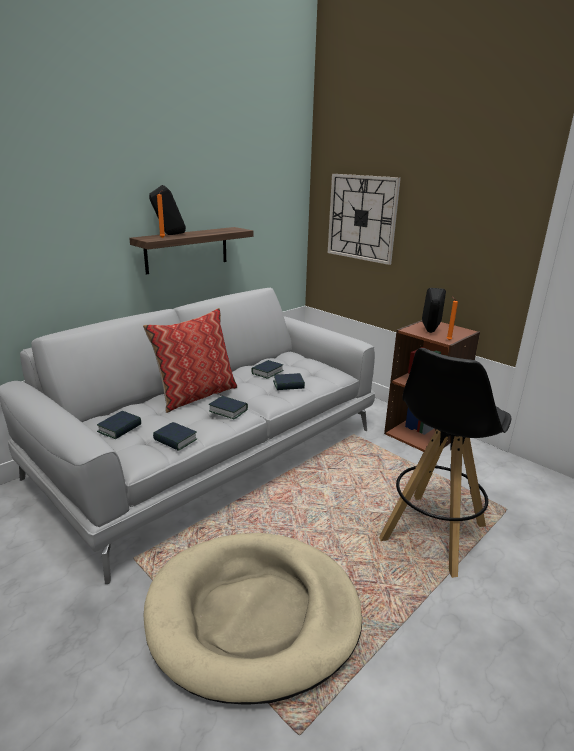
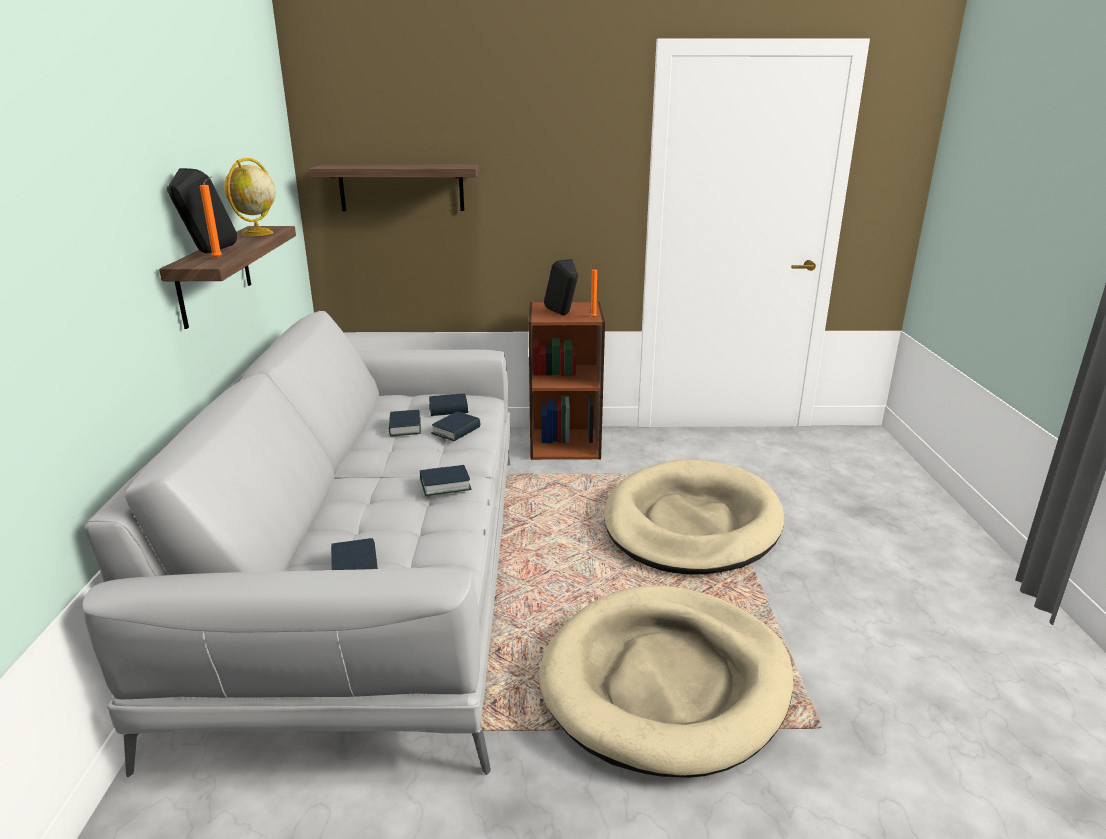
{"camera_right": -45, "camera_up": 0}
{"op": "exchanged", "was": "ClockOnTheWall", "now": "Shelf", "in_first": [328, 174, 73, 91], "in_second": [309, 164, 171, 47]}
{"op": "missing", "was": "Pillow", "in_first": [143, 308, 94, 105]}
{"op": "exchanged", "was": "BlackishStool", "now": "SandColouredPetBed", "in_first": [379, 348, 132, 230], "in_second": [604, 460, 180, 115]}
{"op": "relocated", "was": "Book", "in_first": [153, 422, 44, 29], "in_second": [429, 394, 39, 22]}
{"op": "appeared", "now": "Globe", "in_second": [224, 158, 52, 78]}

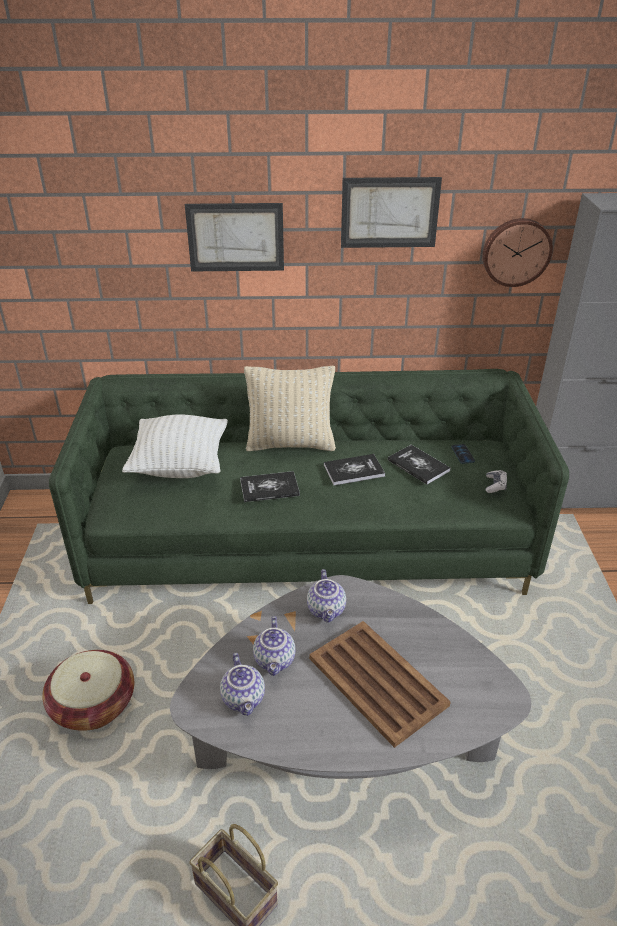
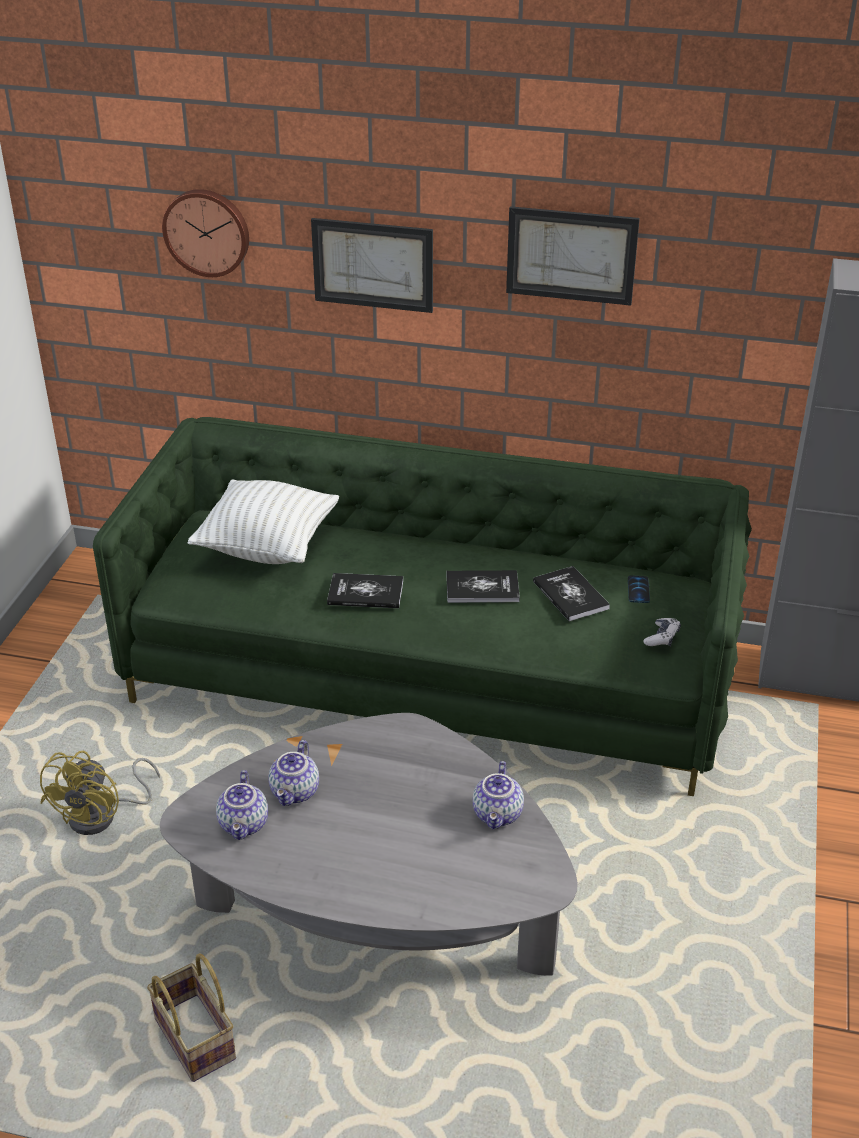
{"camera_right": 15, "camera_up": 0}
{"op": "relocated", "was": "ClockOnTheWall", "in_first": [483, 218, 70, 69], "in_second": [162, 189, 87, 88]}
{"op": "missing", "was": "SandColouredPillow", "in_first": [244, 366, 92, 85]}
{"op": "relocated", "was": "PotForTea", "in_first": [307, 569, 39, 54], "in_second": [472, 761, 52, 68]}
{"op": "missing", "was": "BrownCarryingTray", "in_first": [309, 621, 142, 127]}
{"op": "exchanged", "was": "Basket", "now": "YellowishCoolingFan", "in_first": [42, 650, 92, 81], "in_second": [40, 751, 120, 84]}

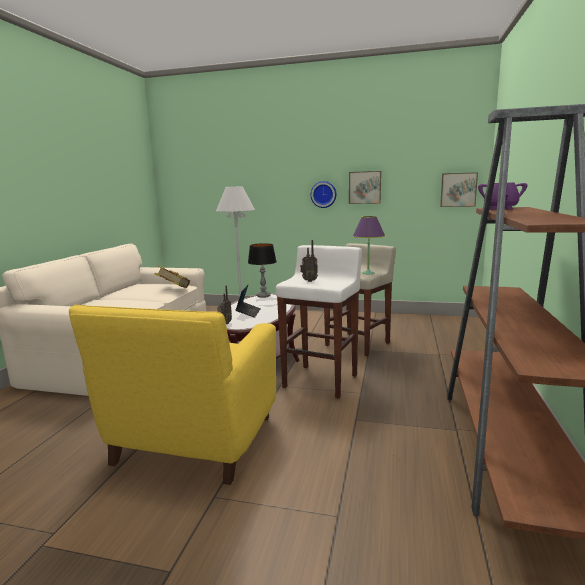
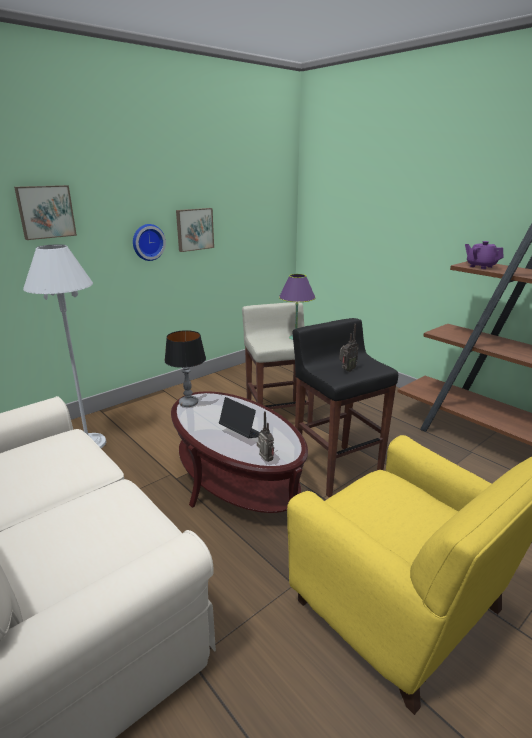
{"camera_right": -55, "camera_up": 10}
{"op": "relocated", "was": "Picture", "in_first": [440, 172, 38, 35], "in_second": [14, 185, 63, 55]}
{"op": "colour", "was": "WhiteStool", "now": "BlackishStool", "in_first": [276, 245, 86, 153], "in_second": [292, 318, 106, 179]}
{"op": "missing", "was": "Book", "in_first": [155, 266, 35, 22]}

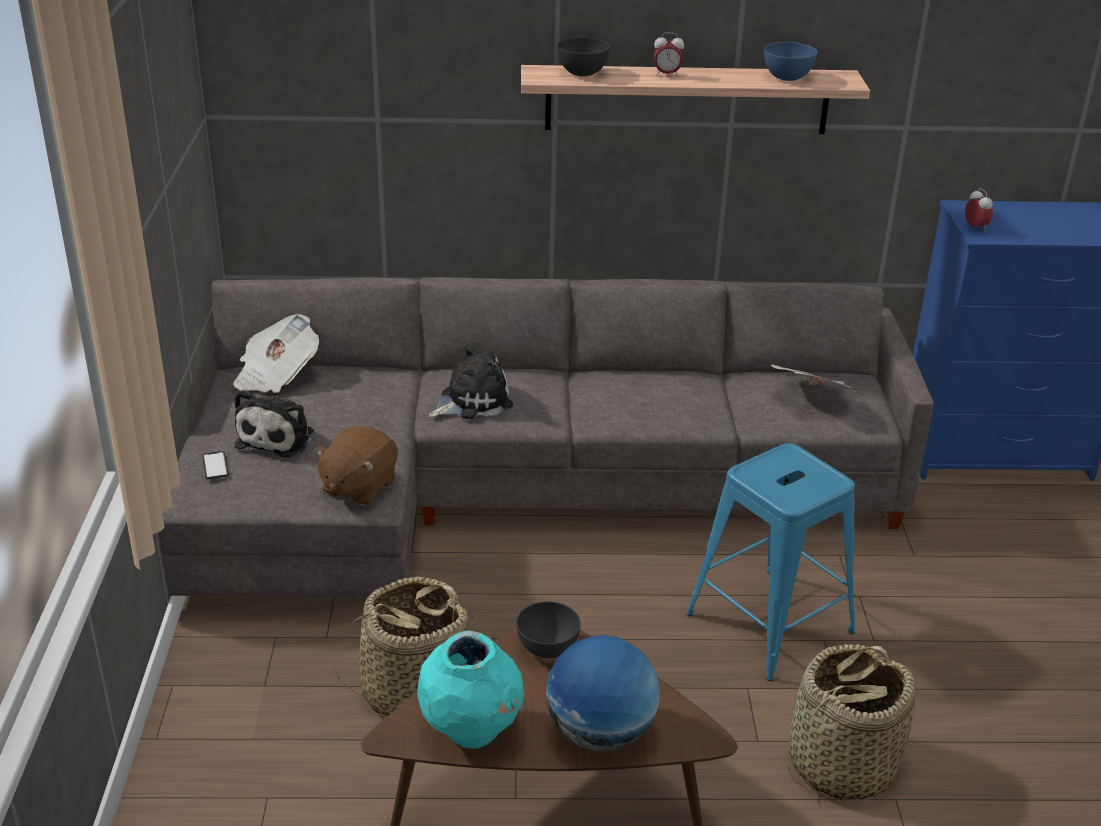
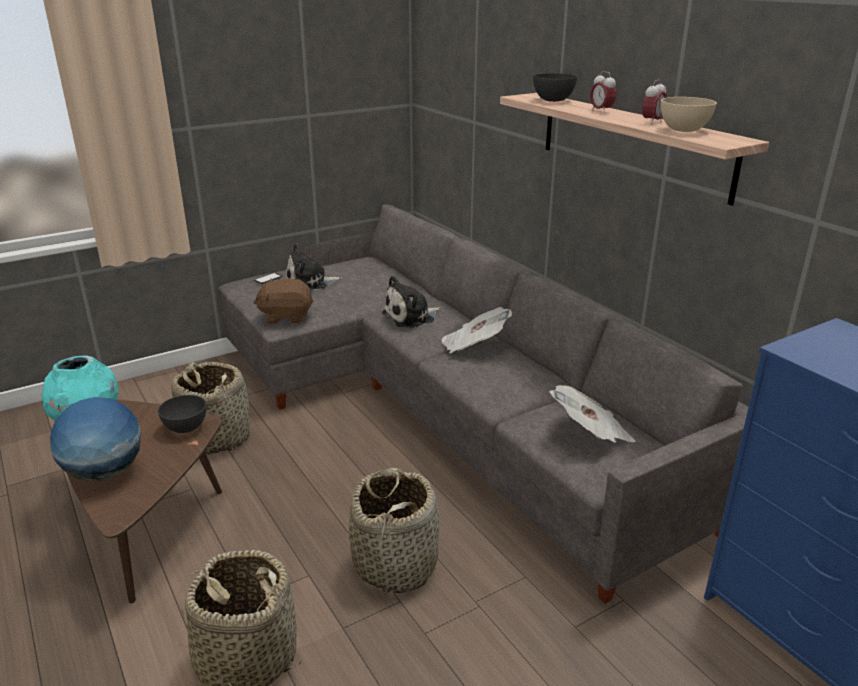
{"camera_right": 60, "camera_up": -5}
{"op": "colour", "was": "BlueBowl", "now": "SandColouredBowl", "in_first": [764, 42, 54, 39], "in_second": [661, 97, 56, 35]}
{"op": "relocated", "was": "TableClock", "in_first": [965, 188, 28, 44], "in_second": [642, 79, 25, 45]}
{"op": "relocated", "was": "Newspaper", "in_first": [233, 314, 86, 79], "in_second": [441, 307, 71, 46]}
{"op": "spun", "was": "CuddlyToy", "in_first": [429, 344, 84, 75], "in_second": [382, 276, 59, 52], "clockwise": 120}
{"op": "exchanged", "was": "BlueStool", "now": "Basket", "in_first": [686, 443, 169, 238], "in_second": [349, 468, 91, 126]}

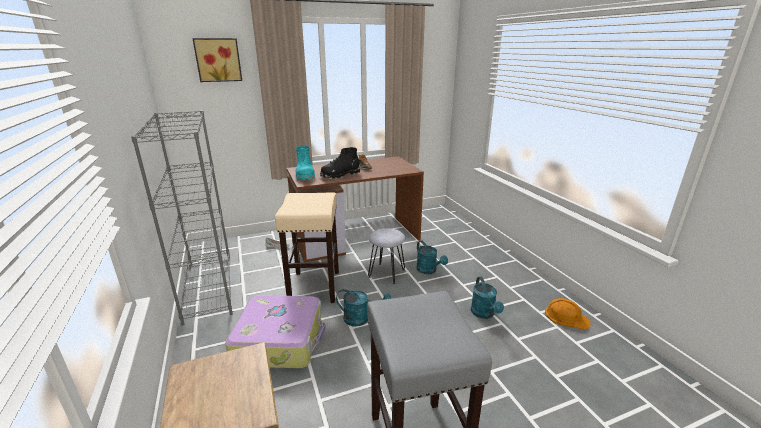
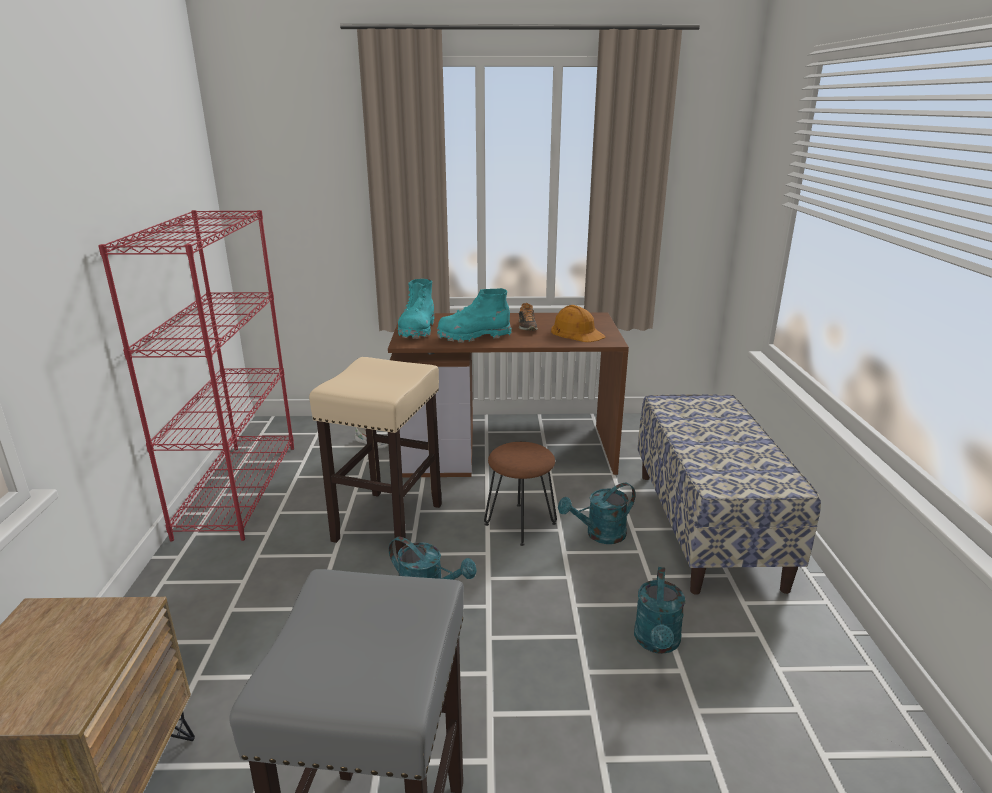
{"camera_right": 20, "camera_up": 0}
{"op": "missing", "was": "Picture", "in_first": [192, 38, 50, 44]}
{"op": "colour", "was": "GreyishBookcase", "now": "ReddishBookcase", "in_first": [131, 111, 102, 215], "in_second": [98, 210, 196, 332]}
{"op": "colour", "was": "BlackishBoot", "now": "TurquoiseBoot", "in_first": [320, 147, 40, 32], "in_second": [437, 288, 75, 54]}
{"op": "colour", "was": "GreyishStool", "now": "BrownStool", "in_first": [368, 228, 37, 56], "in_second": [484, 442, 73, 104]}
{"op": "spun", "was": "TurquoiseWateringCan", "in_first": [417, 241, 31, 33], "in_second": [558, 483, 77, 61], "clockwise": 75}
{"op": "missing", "was": "PieceOfLuggage", "in_first": [225, 295, 101, 73]}
{"op": "relocated", "was": "OrangeySafetyHelmet", "in_first": [545, 298, 46, 32], "in_second": [551, 305, 54, 37]}
{"op": "appeared", "now": "LongSeat", "in_second": [638, 394, 183, 201]}

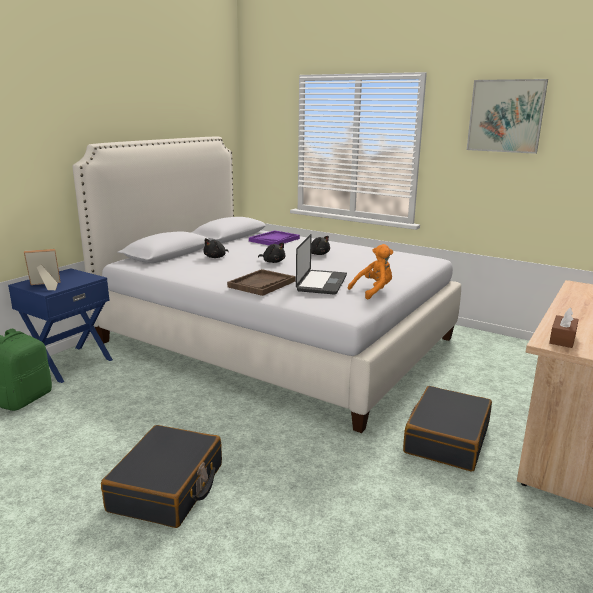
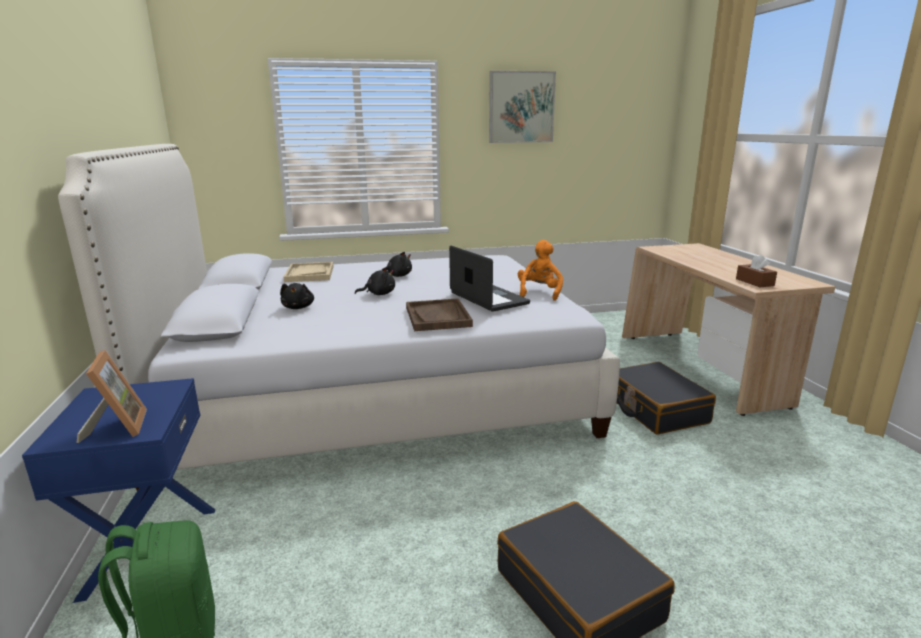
{"camera_right": -45, "camera_up": 0}
{"op": "colour", "was": "PurpleColouredCarryingTray", "now": "SandColouredCarryingTray", "in_first": [249, 231, 51, 14], "in_second": [284, 262, 50, 20]}
{"op": "spun", "was": "PhotoFrame", "in_first": [24, 249, 37, 41], "in_second": [77, 350, 70, 93], "clockwise": 135}

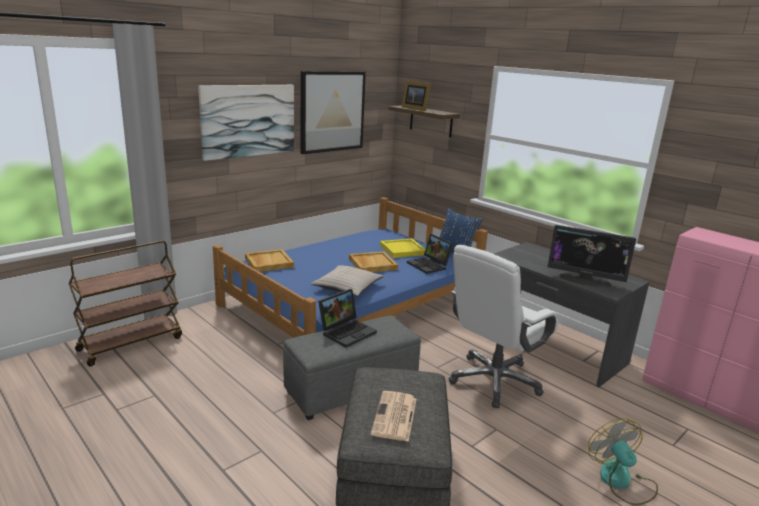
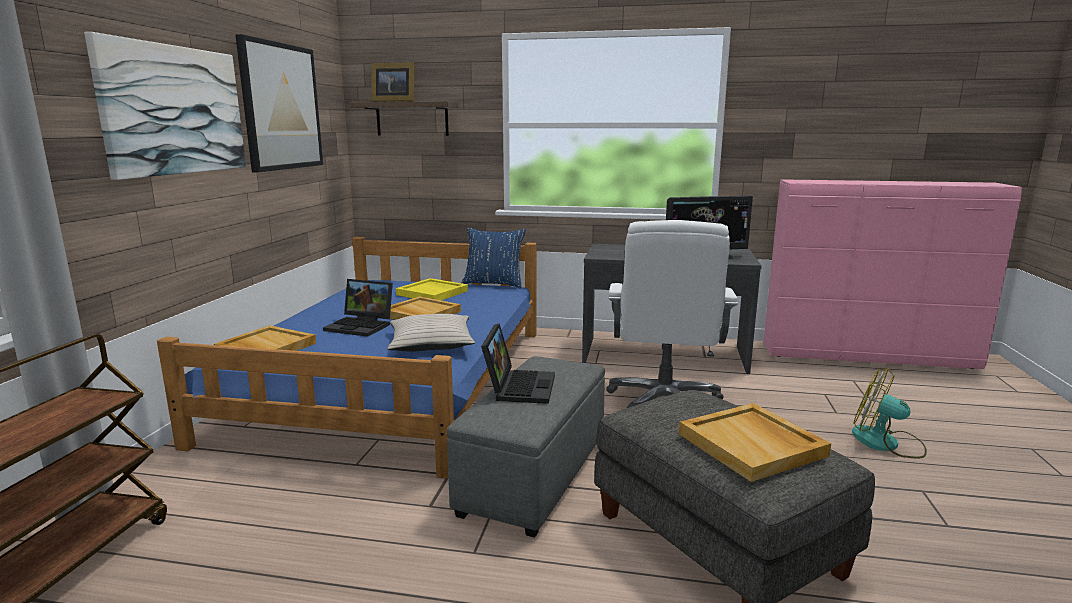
{"camera_right": -35, "camera_up": -5}
{"op": "relocated", "was": "Laptop", "in_first": [407, 234, 46, 40], "in_second": [323, 279, 70, 58]}
{"op": "exchanged", "was": "Newspaper", "now": "SandColouredCarryingTray", "in_first": [371, 391, 45, 51], "in_second": [679, 403, 152, 79]}

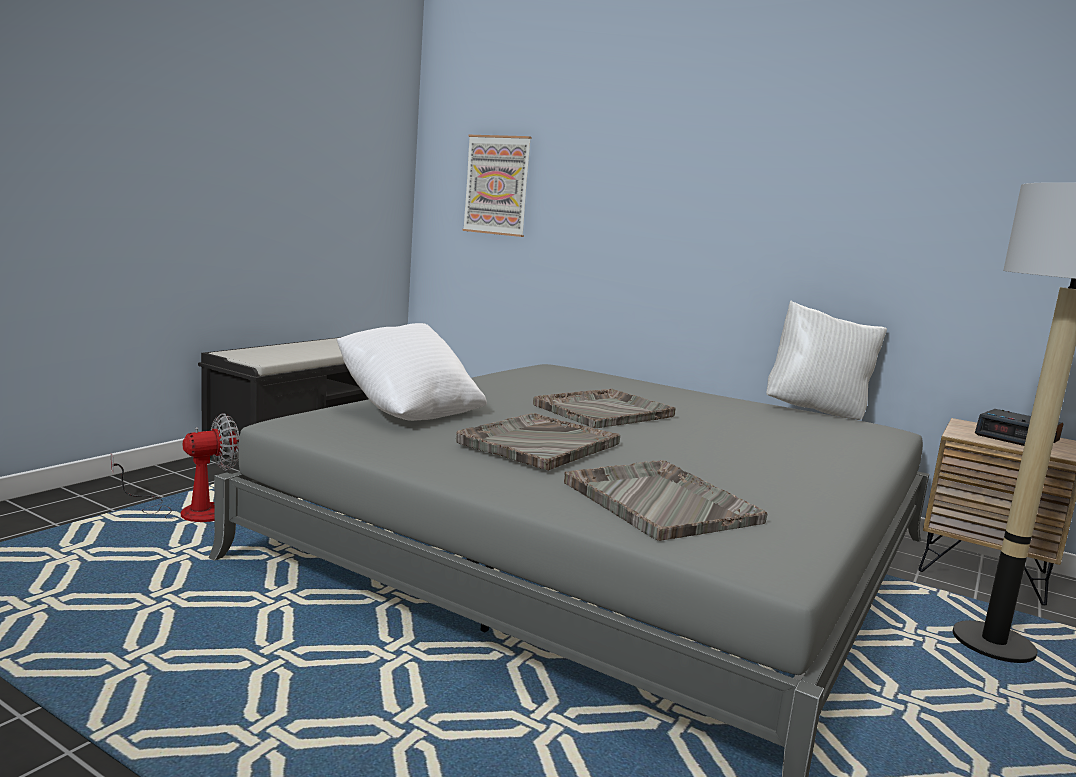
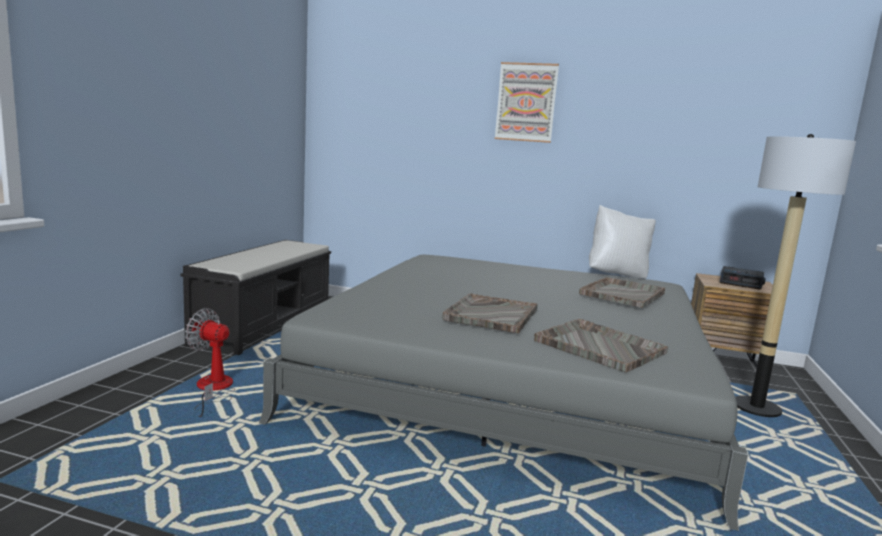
{"camera_right": -15, "camera_up": 0}
{"op": "relocated", "was": "Picture", "in_first": [462, 135, 70, 102], "in_second": [495, 62, 64, 81]}
{"op": "missing", "was": "WhitePillow", "in_first": [337, 323, 150, 98]}
{"op": "relocated", "was": "GreyishCarryingTray", "in_first": [533, 389, 142, 39], "in_second": [579, 277, 86, 31]}
{"op": "spun", "was": "CoolingFan", "in_first": [111, 414, 129, 108], "in_second": [185, 308, 49, 109], "clockwise": -105}

